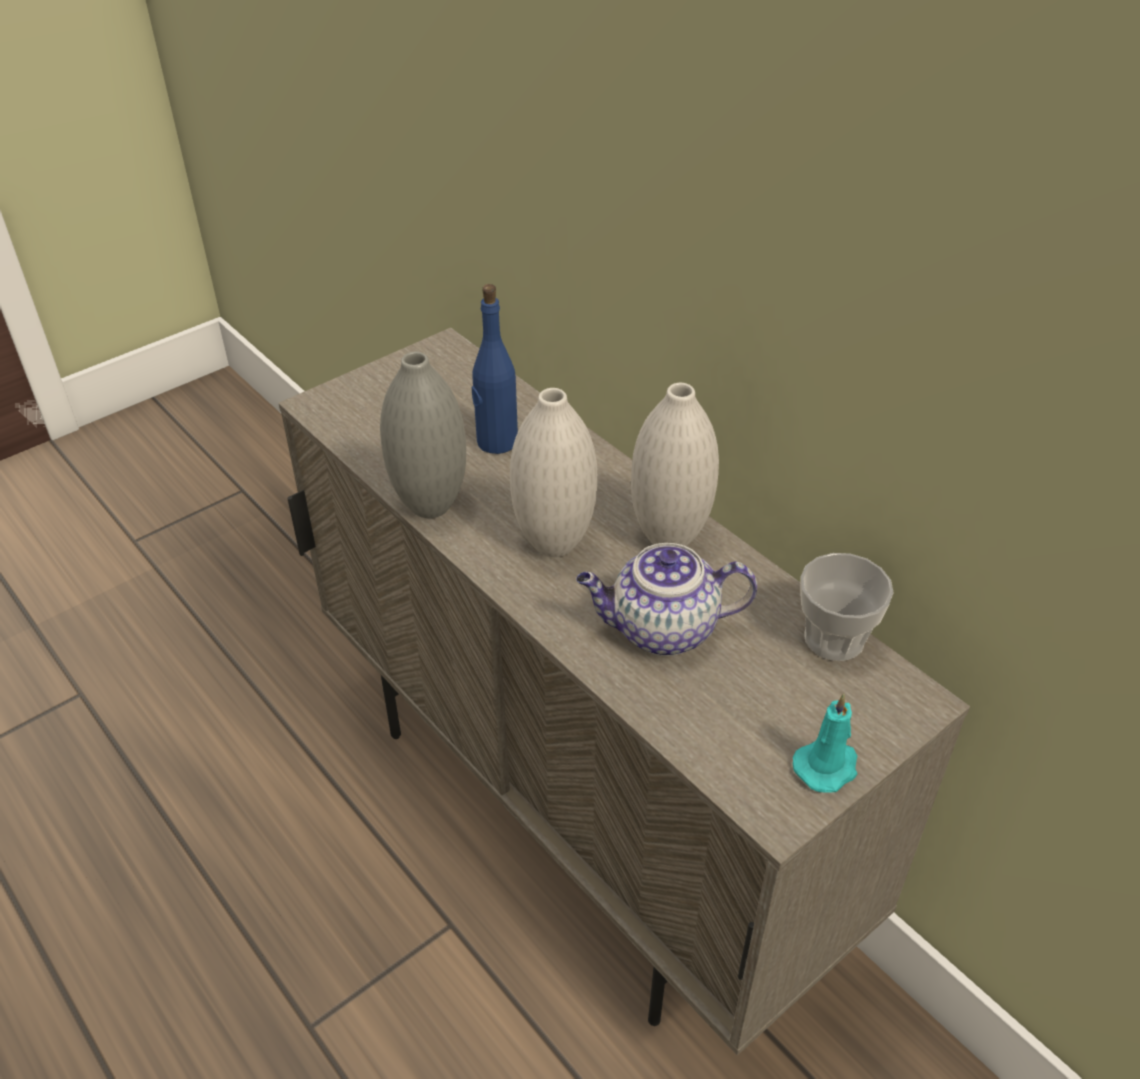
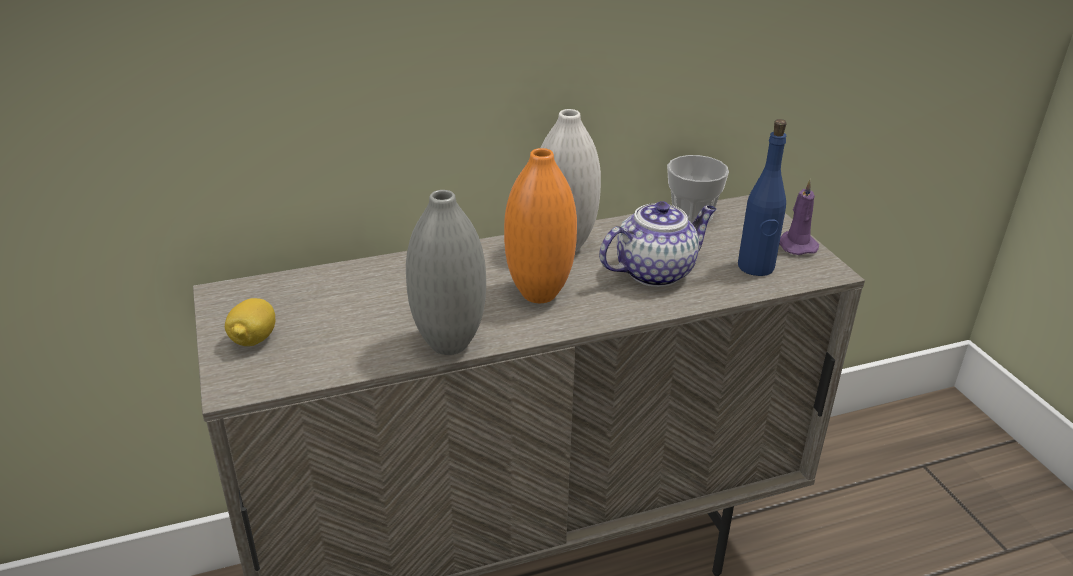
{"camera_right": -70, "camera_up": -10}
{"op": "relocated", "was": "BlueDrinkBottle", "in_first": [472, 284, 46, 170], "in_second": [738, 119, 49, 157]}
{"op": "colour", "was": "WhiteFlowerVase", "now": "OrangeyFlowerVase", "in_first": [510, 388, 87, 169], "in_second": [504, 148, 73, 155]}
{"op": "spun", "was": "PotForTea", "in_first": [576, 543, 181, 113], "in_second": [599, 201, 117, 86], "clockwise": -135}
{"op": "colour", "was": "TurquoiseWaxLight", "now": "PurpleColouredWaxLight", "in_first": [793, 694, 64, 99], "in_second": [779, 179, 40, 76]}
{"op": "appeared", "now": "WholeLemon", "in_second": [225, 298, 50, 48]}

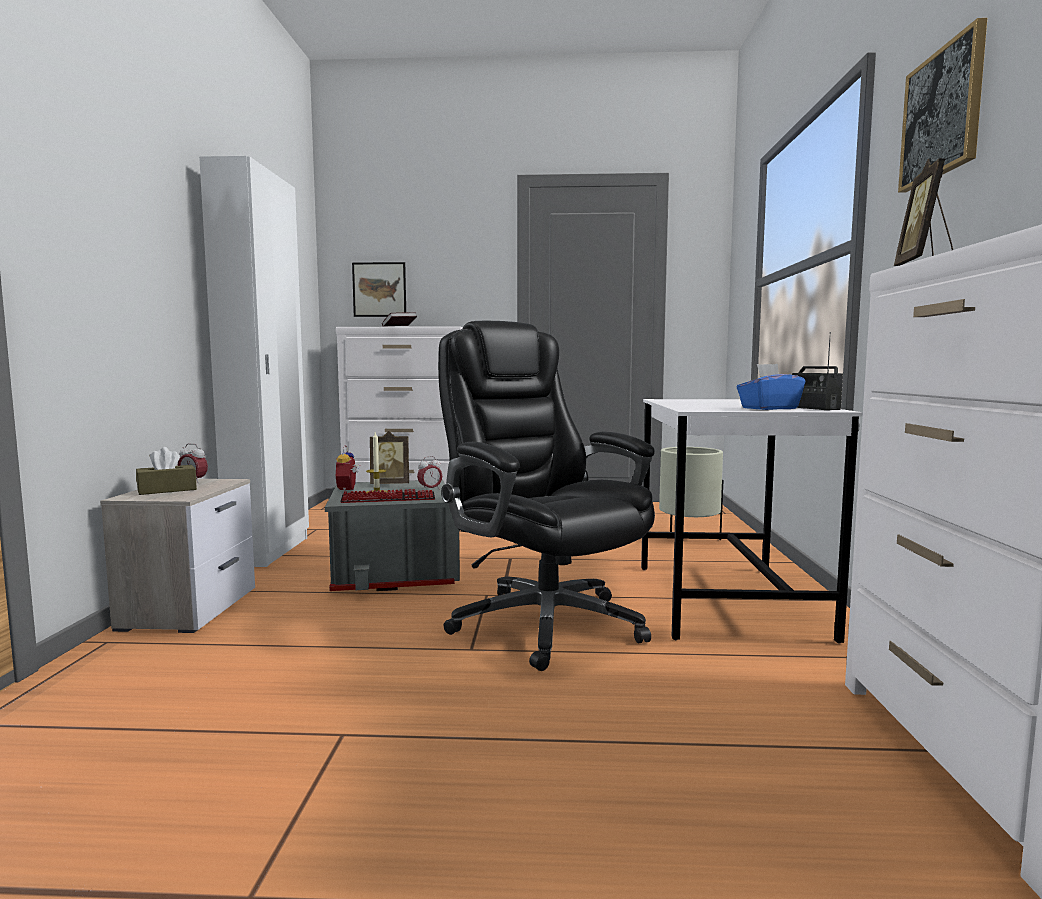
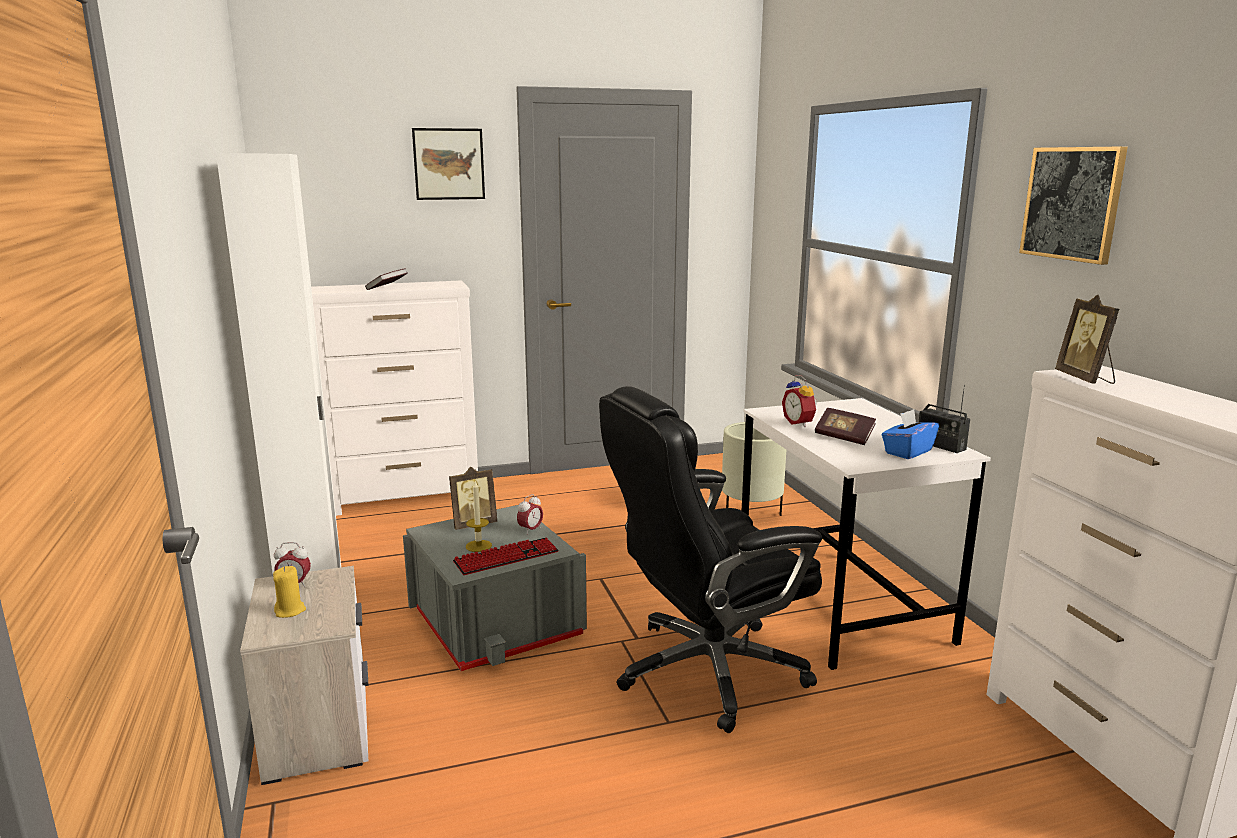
{"camera_right": -20, "camera_up": 10}
{"op": "relocated", "was": "Picture", "in_first": [352, 262, 54, 55], "in_second": [412, 128, 73, 72]}
{"op": "spun", "was": "BlackishDeskChair", "in_first": [438, 321, 217, 350], "in_second": [599, 386, 223, 347], "clockwise": -60}
{"op": "relocated", "was": "TableClock", "in_first": [336, 445, 24, 46], "in_second": [782, 375, 35, 52]}
{"op": "exchanged", "was": "BrownTissueHolder", "now": "YellowishWaxLight", "in_first": [136, 447, 61, 48], "in_second": [273, 566, 33, 52]}
{"op": "appeared", "now": "Book", "in_second": [815, 408, 61, 37]}

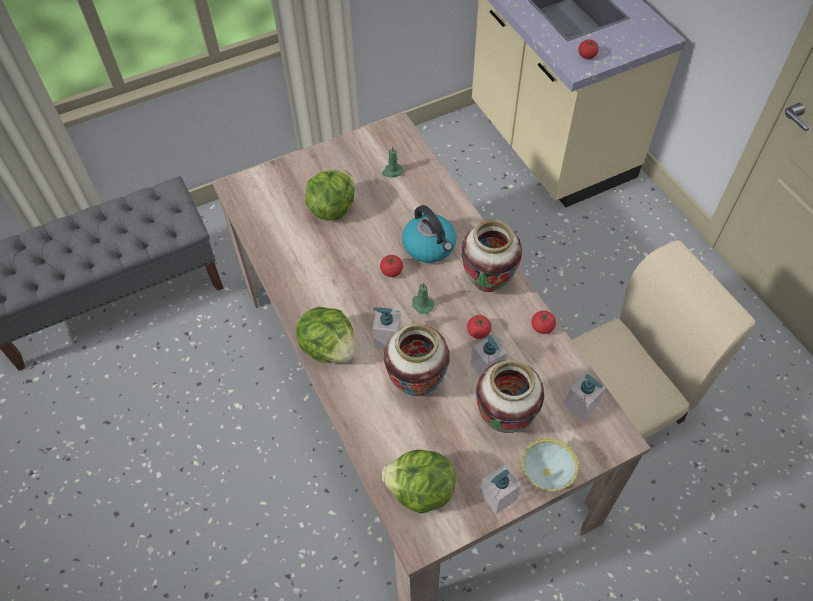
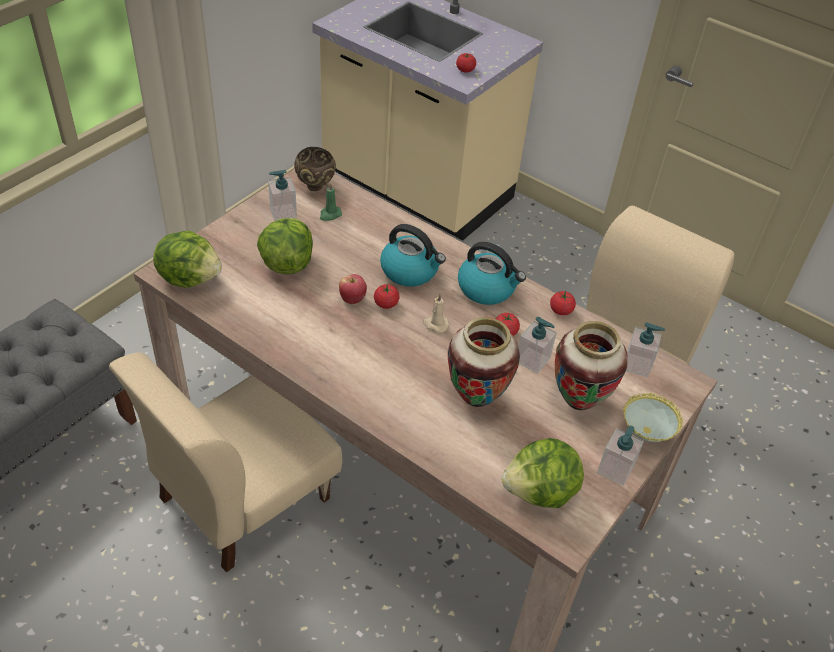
{"camera_right": -30, "camera_up": -10}
{"op": "exchanged", "was": "FlowerVase", "now": "Kettle", "in_first": [461, 220, 61, 72], "in_second": [458, 242, 68, 63]}
{"op": "colour", "was": "GreenColouredWaxLight", "now": "SandColouredWaxLight", "in_first": [412, 283, 22, 31], "in_second": [423, 294, 26, 39]}
{"op": "relocated", "was": "HeadOfLettuce", "in_first": [296, 307, 59, 56], "in_second": [153, 231, 69, 57]}
{"op": "relocated", "was": "LiquidSoapBottle", "in_first": [373, 307, 28, 41], "in_second": [268, 170, 29, 51]}
{"op": "appeared", "now": "BrownBowl", "in_second": [294, 147, 42, 44]}
{"op": "appeared", "now": "Apple", "in_second": [339, 274, 28, 30]}
{"op": "appeared", "now": "SandColouredPlainChair", "in_second": [109, 352, 233, 221]}

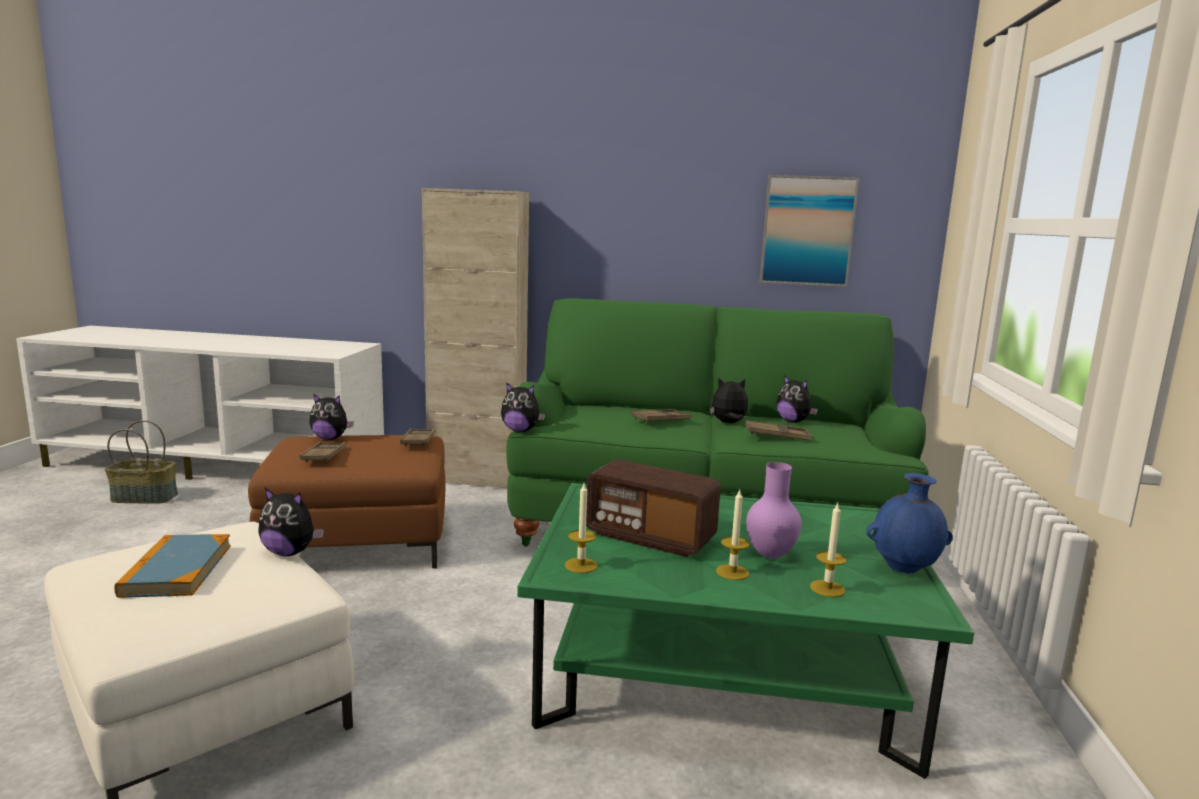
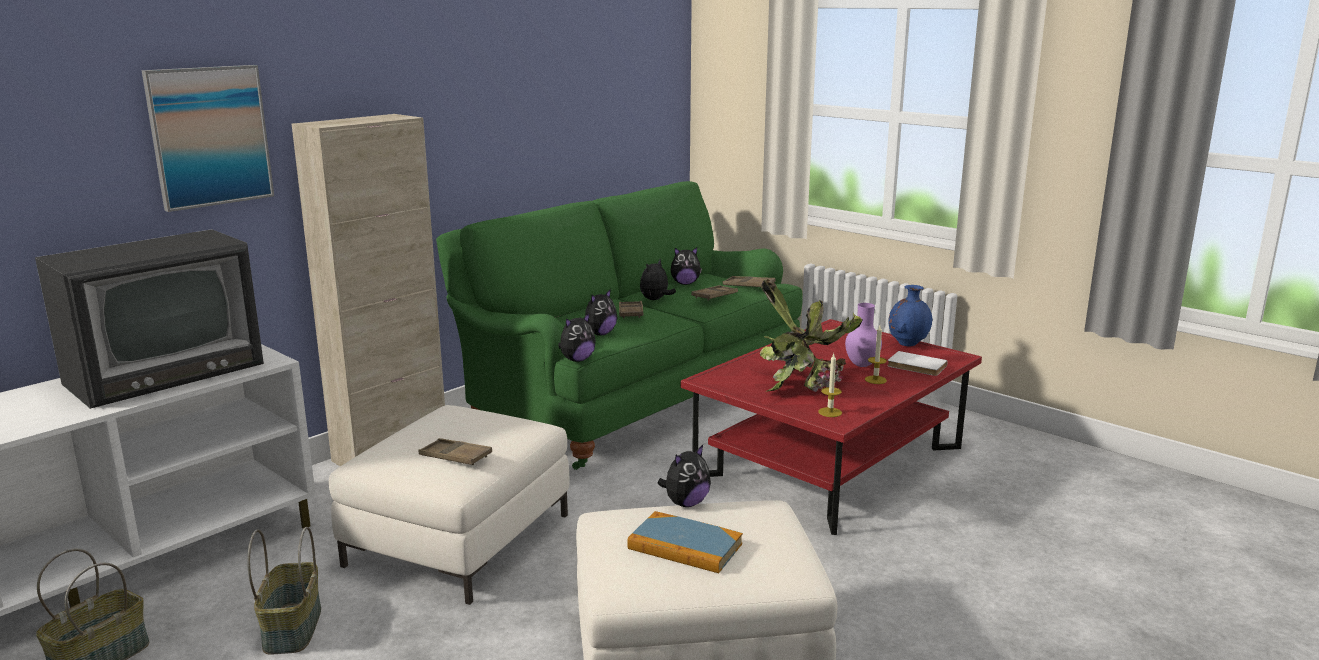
{"camera_right": -55, "camera_up": 5}
{"op": "relocated", "was": "Picture", "in_first": [759, 175, 100, 112], "in_second": [142, 65, 132, 147]}
{"op": "relocated", "was": "CuddlyToy", "in_first": [309, 394, 45, 46], "in_second": [579, 289, 38, 47]}
{"op": "relocated", "was": "BrownCarryingTray", "in_first": [400, 428, 36, 18], "in_second": [723, 276, 53, 11]}
{"op": "colour", "was": "BrownFootrest", "now": "WhiteFootrest", "in_first": [248, 435, 197, 133], "in_second": [329, 405, 240, 200]}
{"op": "exchanged", "was": "Radio", "now": "Houseplant", "in_first": [586, 459, 135, 98], "in_second": [760, 279, 103, 113]}
{"op": "colour", "was": "GreenColouredLoungeTable", "now": "ReddishLoungeTable", "in_first": [517, 483, 457, 296], "in_second": [681, 319, 301, 216]}
{"op": "exchanged", "was": "WaxLight", "now": "WhiteBook", "in_first": [810, 503, 37, 94], "in_second": [887, 351, 61, 25]}
{"op": "appeared", "now": "Television", "in_second": [35, 229, 229, 180]}
{"op": "appeared", "now": "Basket", "in_second": [247, 527, 74, 128]}

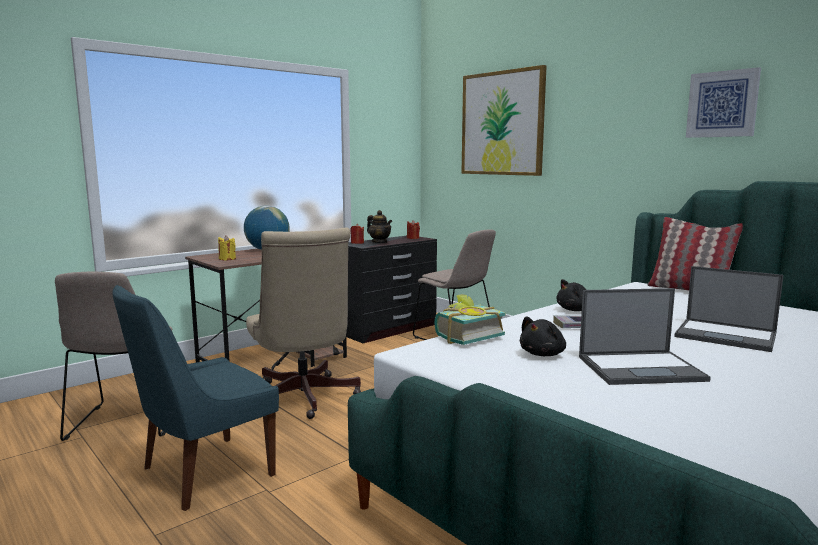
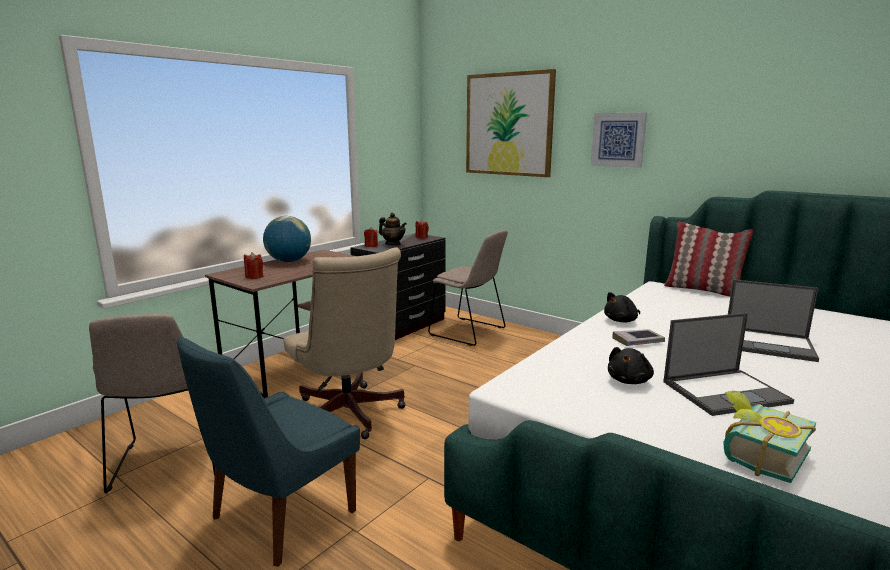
{"camera_right": -10, "camera_up": 5}
{"op": "relocated", "was": "Picture", "in_first": [686, 67, 75, 71], "in_second": [591, 113, 56, 55]}
{"op": "colour", "was": "YellowishWaxLight", "now": "ReddishWaxLight", "in_first": [218, 235, 18, 25], "in_second": [244, 252, 19, 27]}
{"op": "relocated", "was": "Book", "in_first": [434, 294, 72, 51], "in_second": [723, 391, 93, 92]}

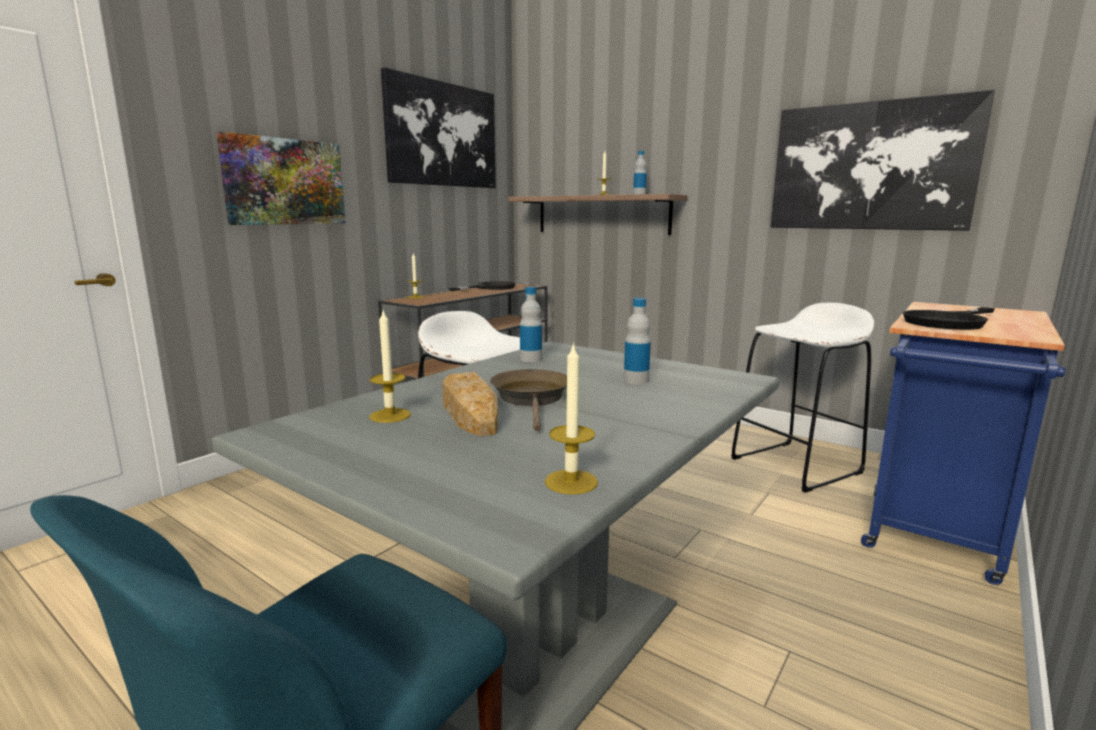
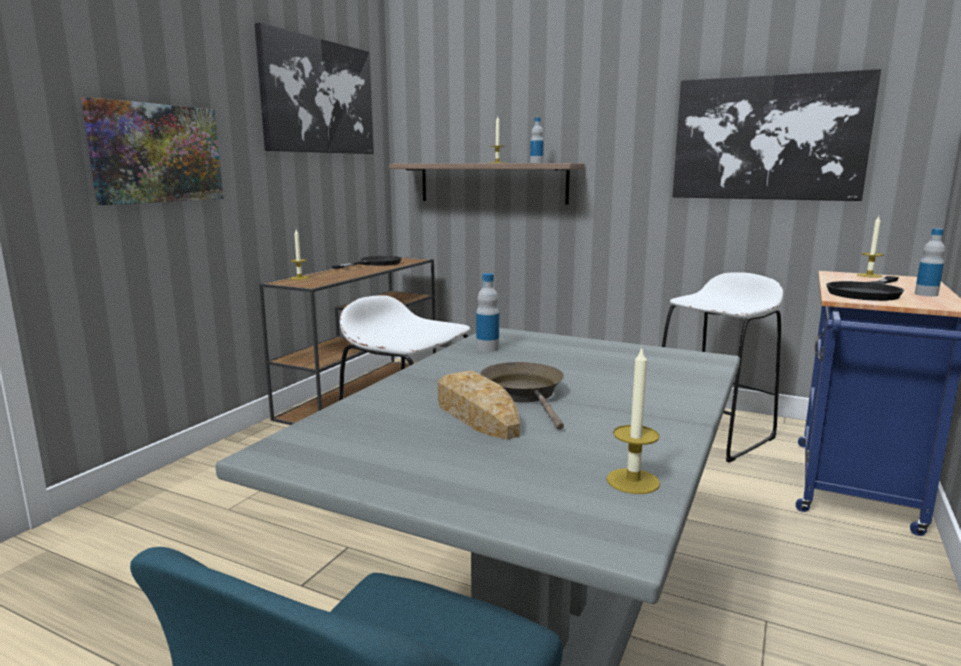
{"camera_right": -10, "camera_up": 0}
{"op": "relocated", "was": "DrinkBottle", "in_first": [624, 298, 27, 86], "in_second": [915, 228, 30, 68]}
{"op": "relocated", "was": "WaxLight", "in_first": [369, 311, 42, 112], "in_second": [857, 216, 27, 62]}

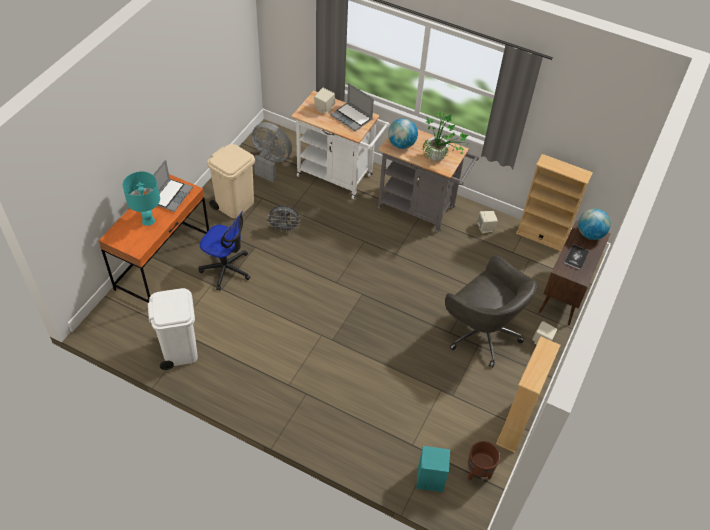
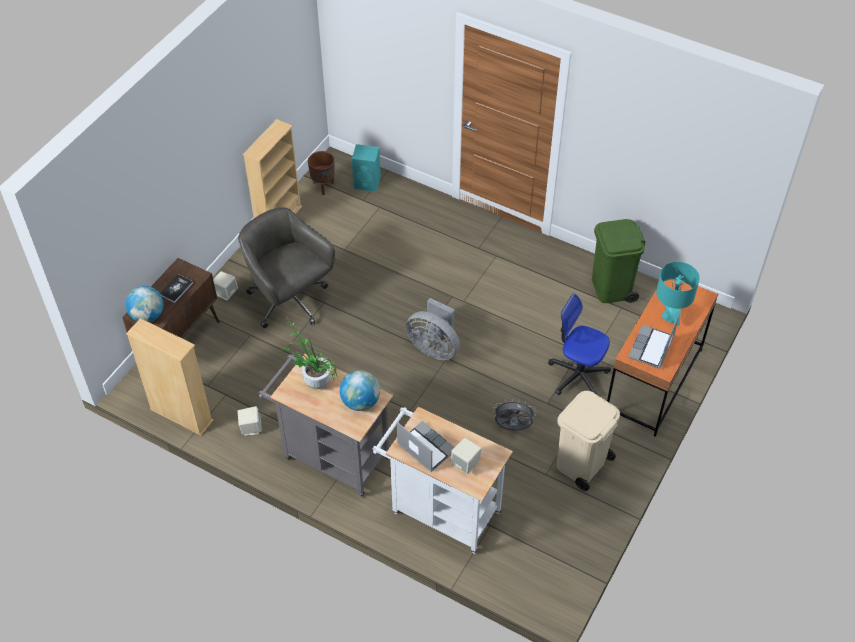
{"camera_right": -175, "camera_up": 0}
{"op": "relocated", "was": "GreyishCoolingFan", "in_first": [252, 122, 40, 61], "in_second": [406, 298, 54, 62]}
{"op": "colour", "was": "WhiteTrashCan", "now": "GreenColouredTrashCan", "in_first": [148, 288, 50, 82], "in_second": [592, 219, 53, 84]}

